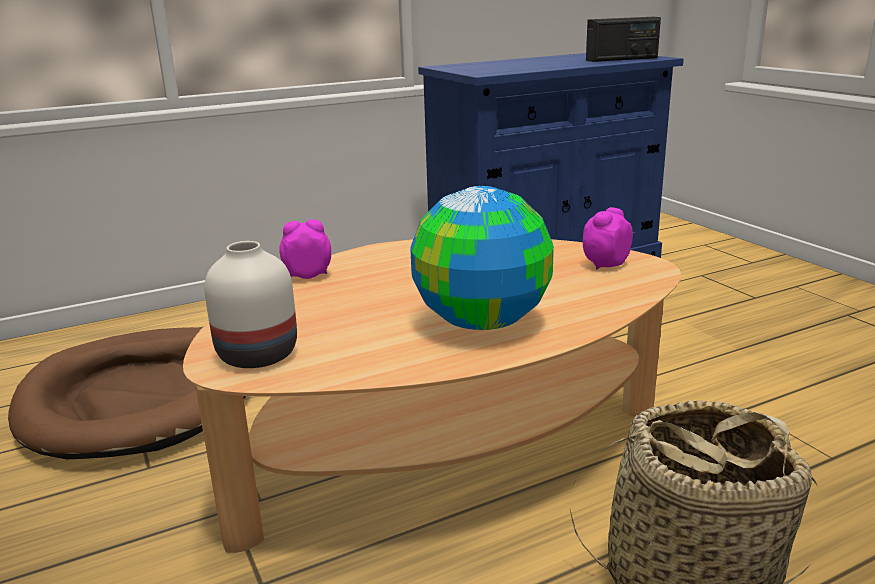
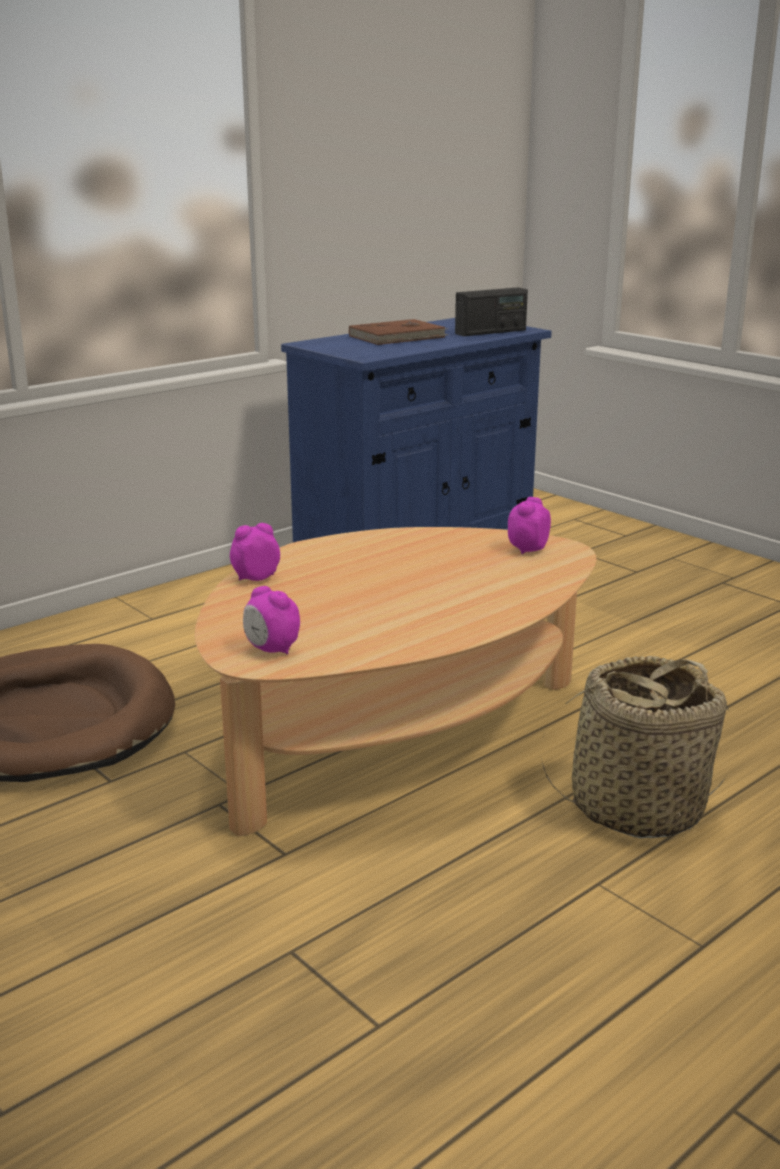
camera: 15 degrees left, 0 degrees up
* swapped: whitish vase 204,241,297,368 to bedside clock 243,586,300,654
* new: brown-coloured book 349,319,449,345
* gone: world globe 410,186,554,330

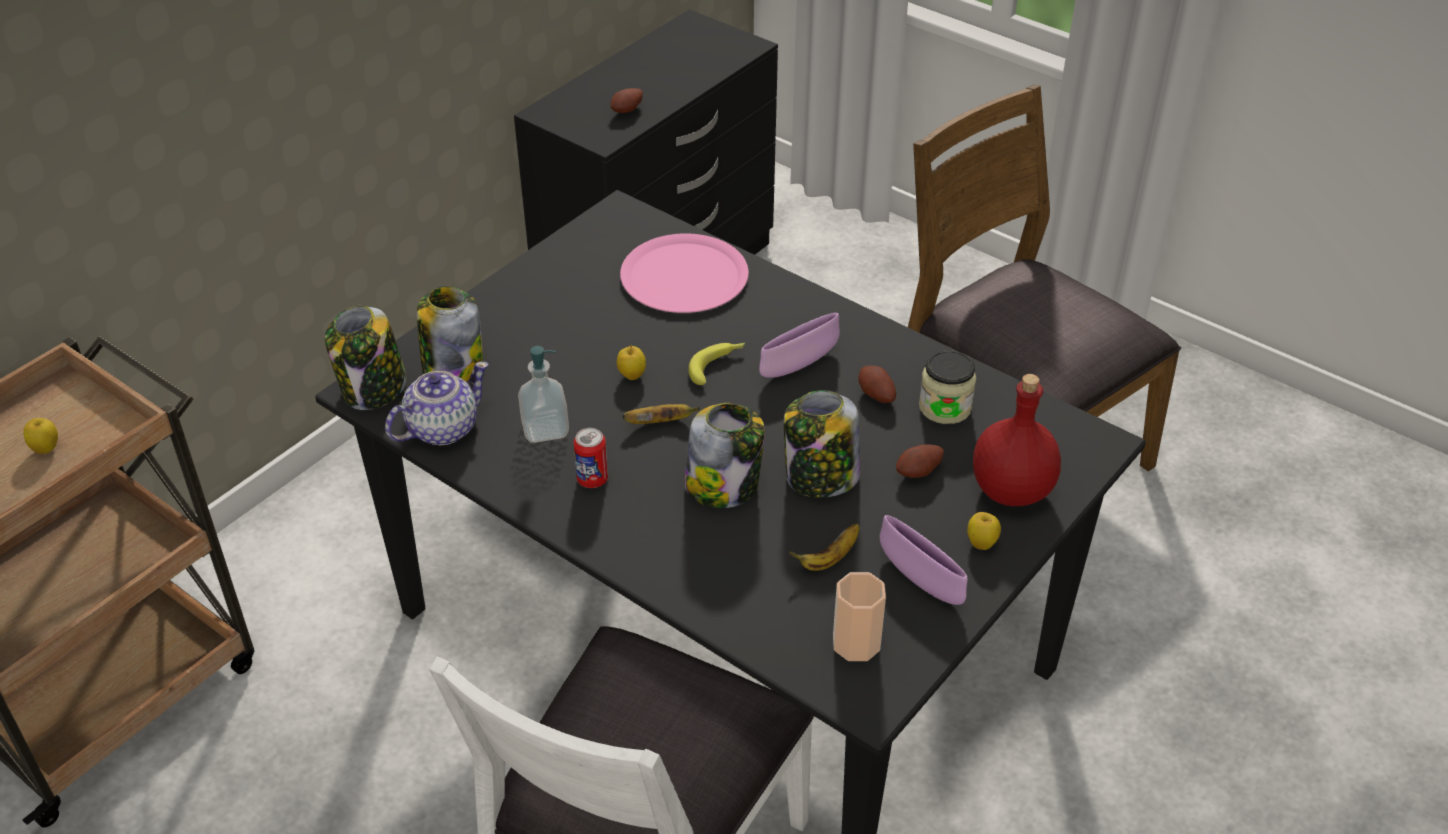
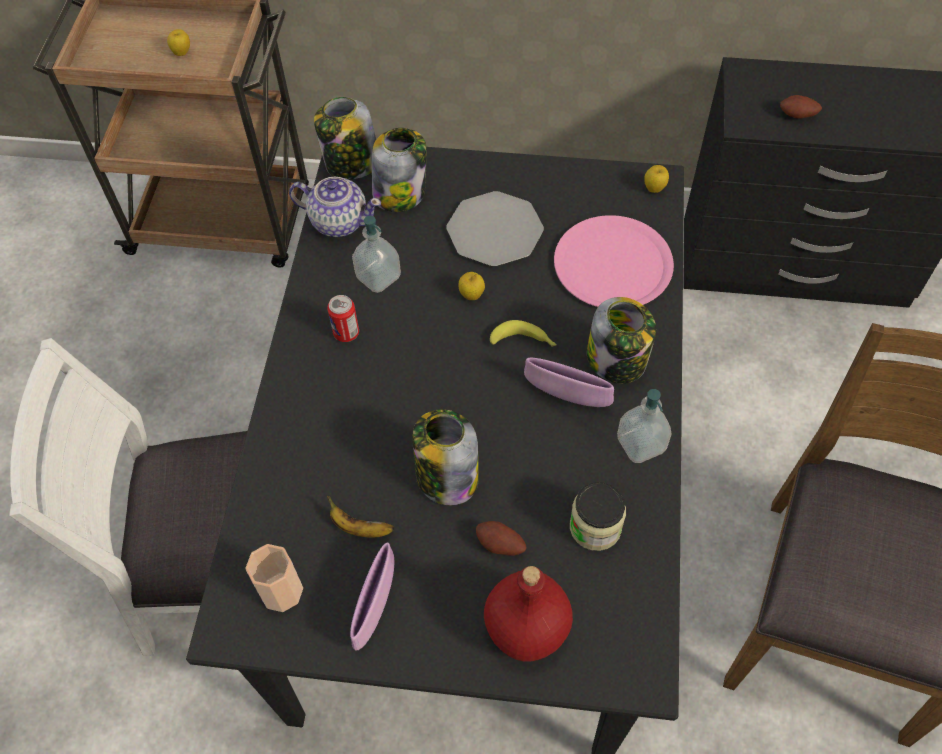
camera: 60 degrees right, 15 degrees up
* new: flat dish 446,191,544,267
* shifted: preserve jar 685,403,765,508 to 587,297,656,384
* new: soap dispenser 617,389,672,463
* shifted: whole apple 967,512,1001,550 to 644,165,669,193
* gone: banana 622,404,700,424
* gone: whole potato 858,365,896,403

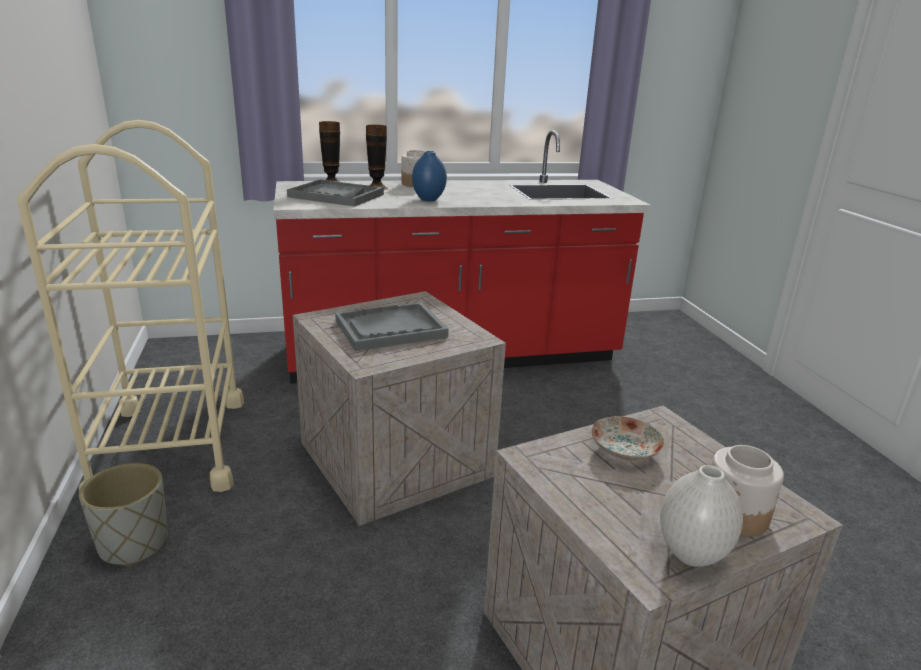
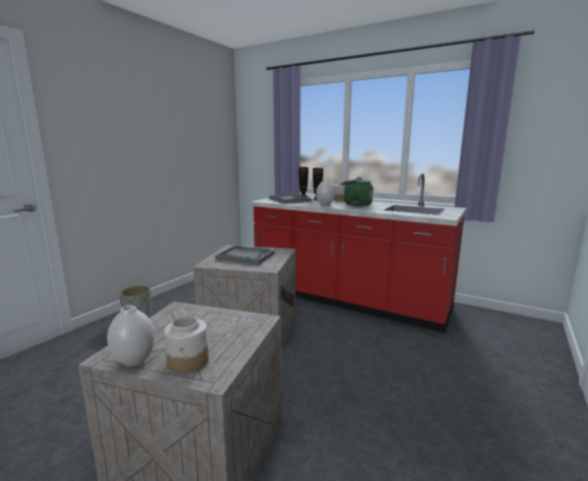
camera: 45 degrees right, 10 degrees down
* repainted: blue-coloured vase 412,151,447,201 to whitish vase 316,179,335,206
* new: green-coloured tea kettle 341,177,373,206
* gone: beige trolley 17,120,244,492
* gone: flat dish 591,416,664,461

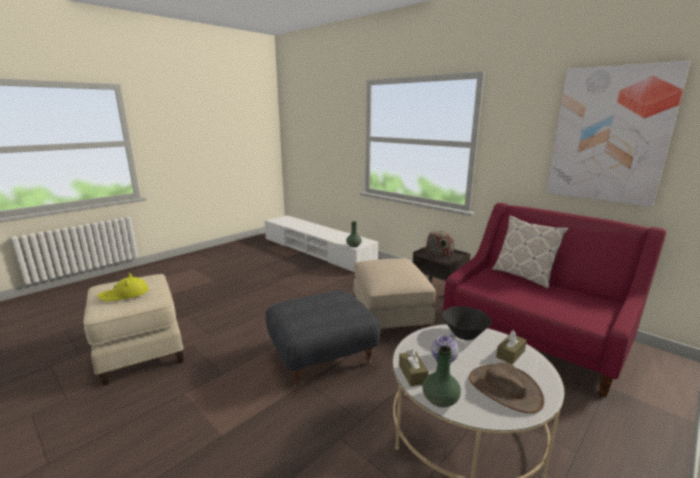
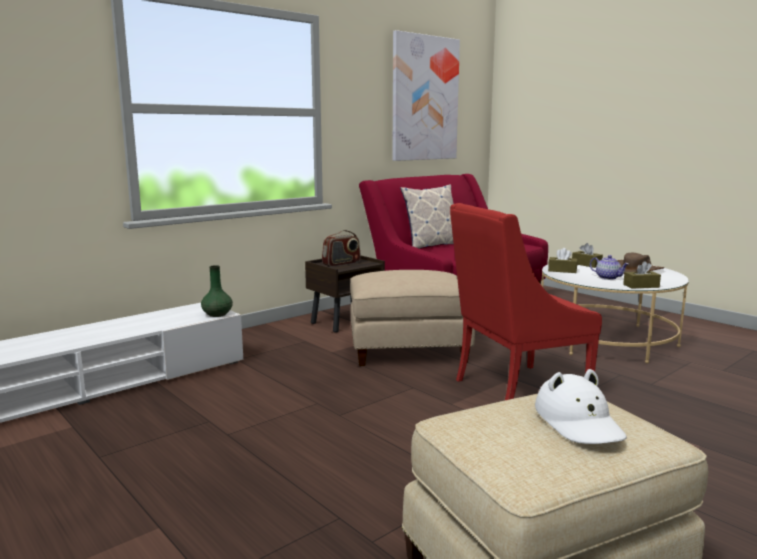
camera: 85 degrees left, 5 degrees down
* swapped: gray ottoman 266,290,381,388 to red armchair 450,203,602,400
* repainted: yellowish wearable hat 98,273,149,301 to whitish wearable hat 535,369,627,444
* swapped: blackish deep dish 442,306,491,340 to brown-coloured box of tissues 548,248,578,273
* gone: green-coloured vase 422,346,461,407

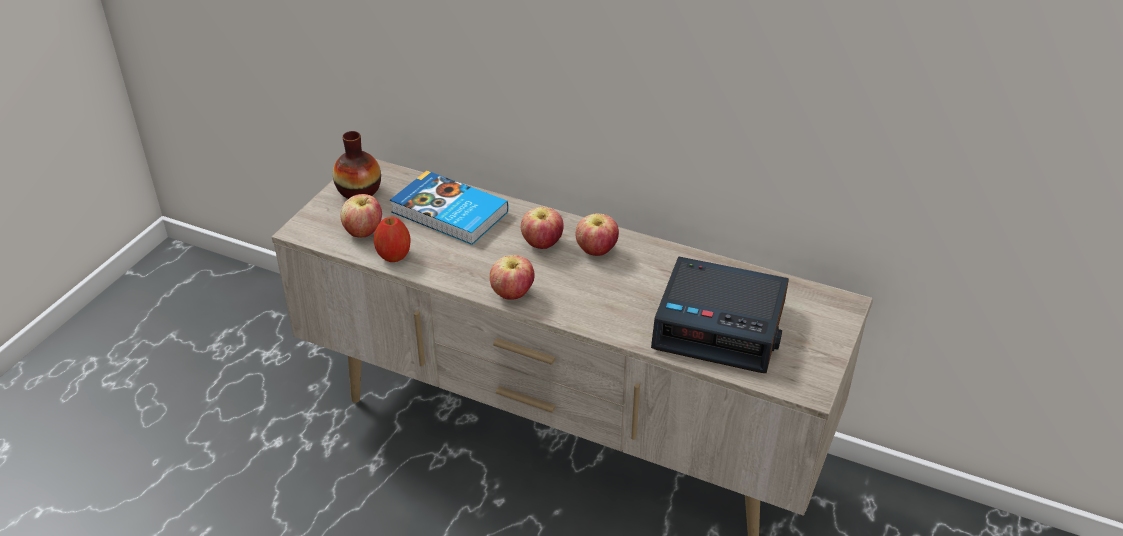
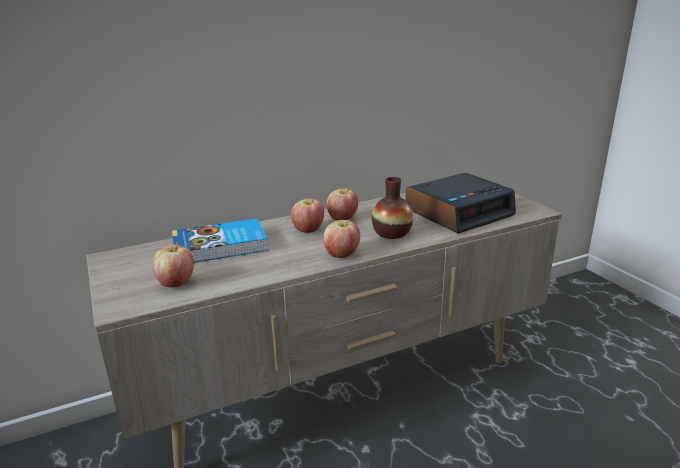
camera: 50 degrees left, 15 degrees down
* shifted: vase 333,131,381,199 to 372,177,413,239
* gone: whole apple 374,217,411,262

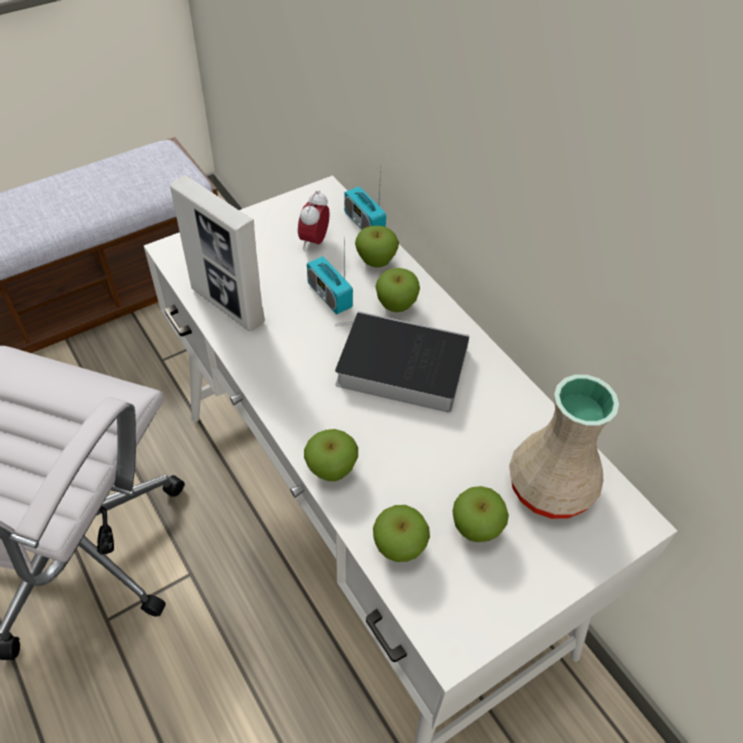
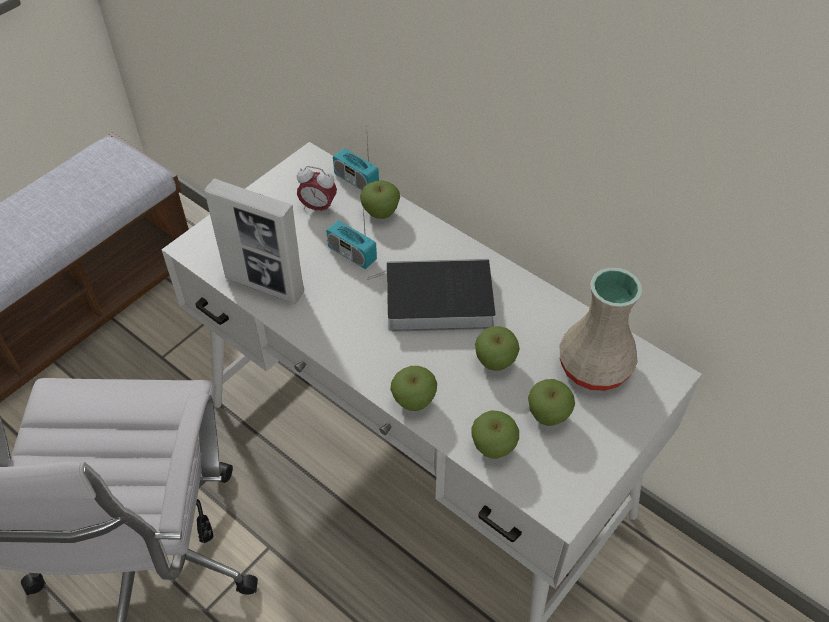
camera: 15 degrees left, 0 degrees up
* rotated: bedside clock 298,190,330,249 = 297,166,337,215 75 degrees counterclockwise
* shifted: whole apple 375,268,420,312 to 475,326,520,371

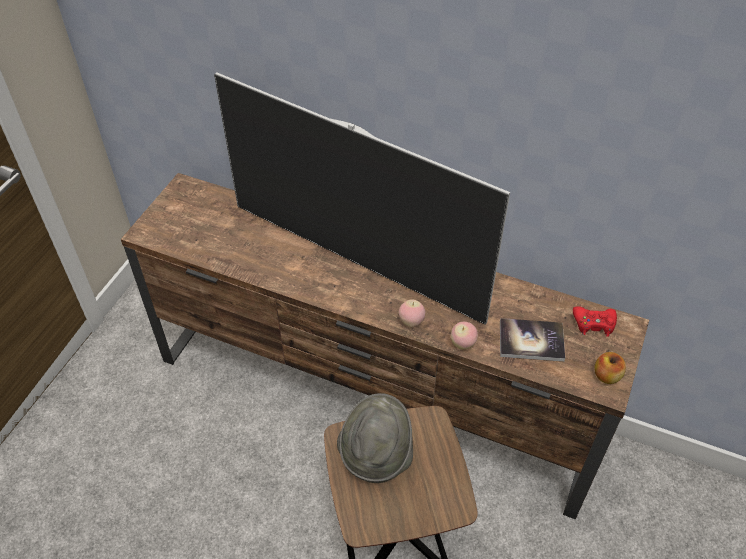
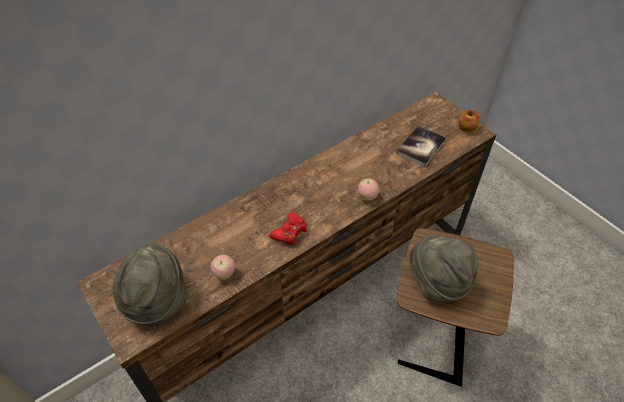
camera: 60 degrees left, 0 degrees up
* new: gray wearable hat 113,244,185,326
* shifted: whole apple 451,322,478,350 to 211,255,235,280
* shifted: red joypad 573,306,617,337 to 269,212,307,245
* gone: TV set 214,73,510,325

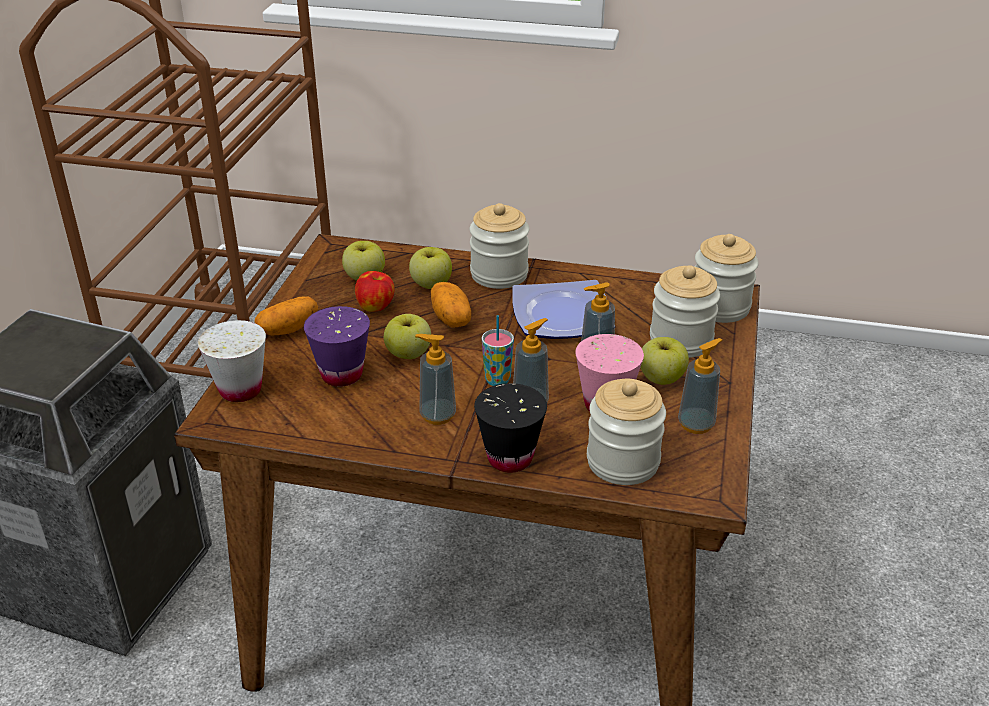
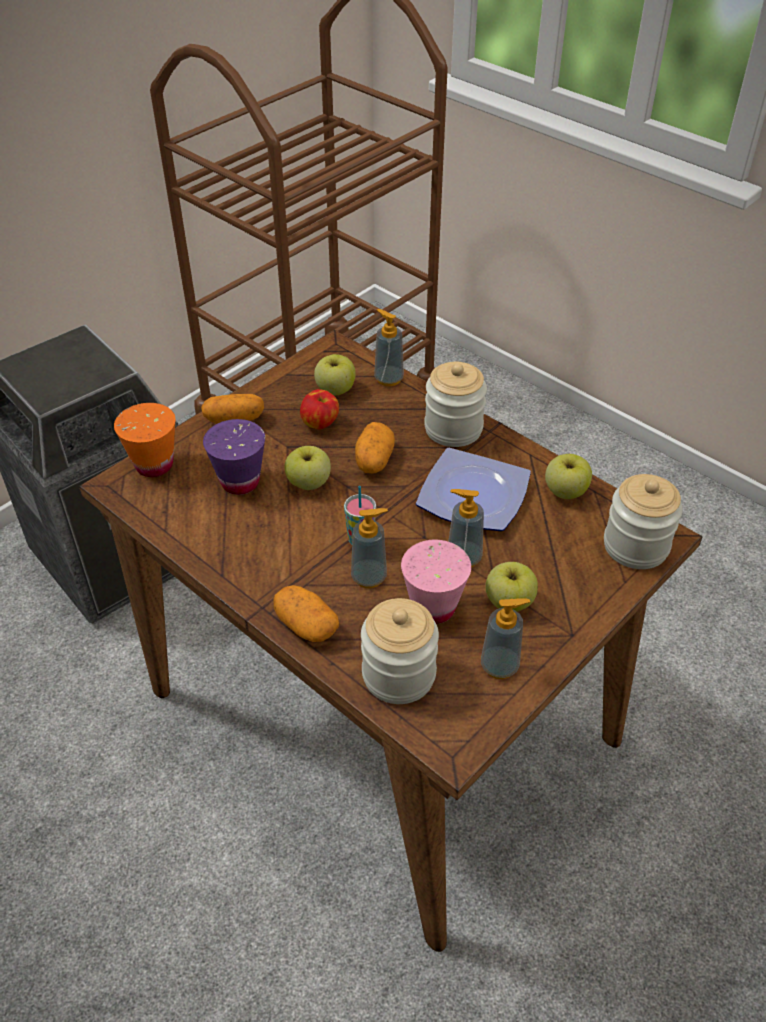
camera: 30 degrees right, 10 degrees up
* repainted: whitish drinking cup 198,320,266,402 to orangey drinking cup 114,403,176,477
* swapped: blackish drinking cup 474,383,547,473 to whole potato 273,585,339,642
* shifted: soap dispenser 415,334,456,425 to 374,309,404,386
* shifted: whole apple 409,247,452,289 to 545,454,592,499
* gone: preserve jar 650,265,720,358

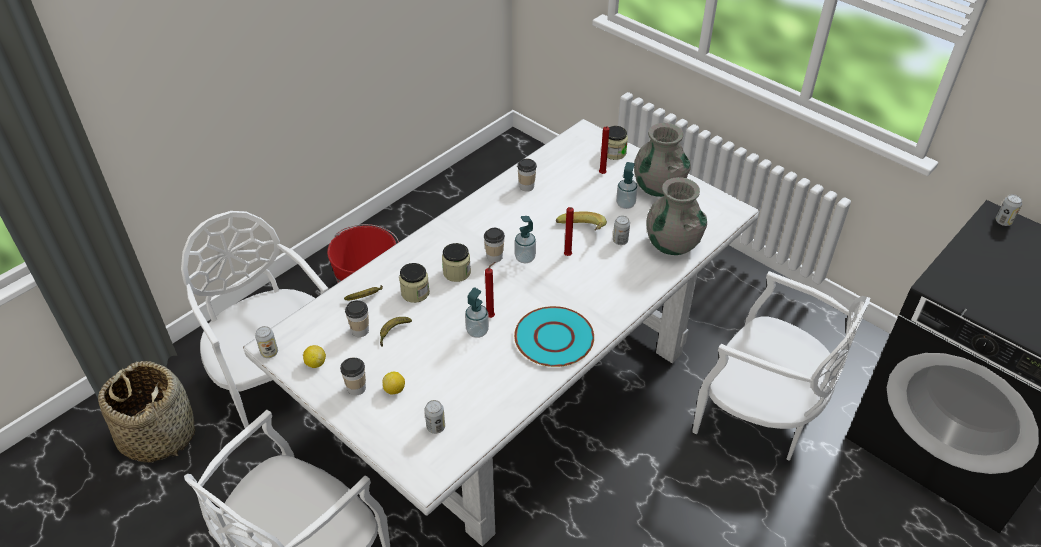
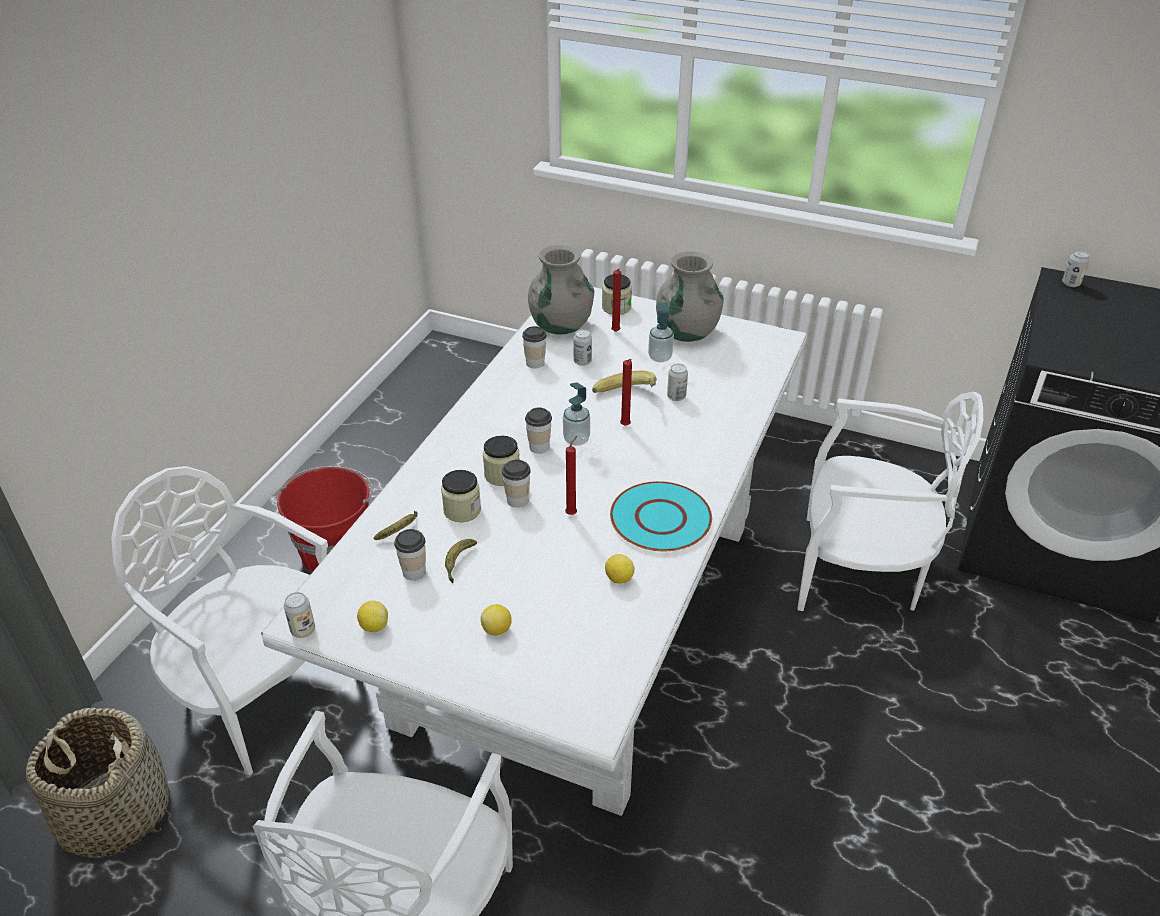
camera: 20 degrees left, 5 degrees down
* shifted: drinking cup 340,358,366,396 to 502,459,531,508
* shifted: gray vase 646,177,707,255 to 528,245,594,335
* shifted: can 424,400,445,434 to 574,329,592,366
* new: lemon 605,554,635,584
* gone: soap dispenser 465,287,489,338

